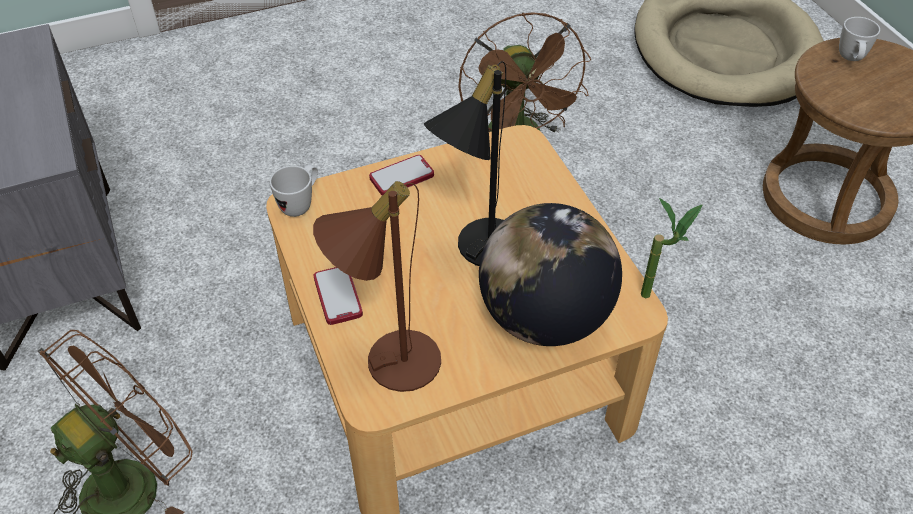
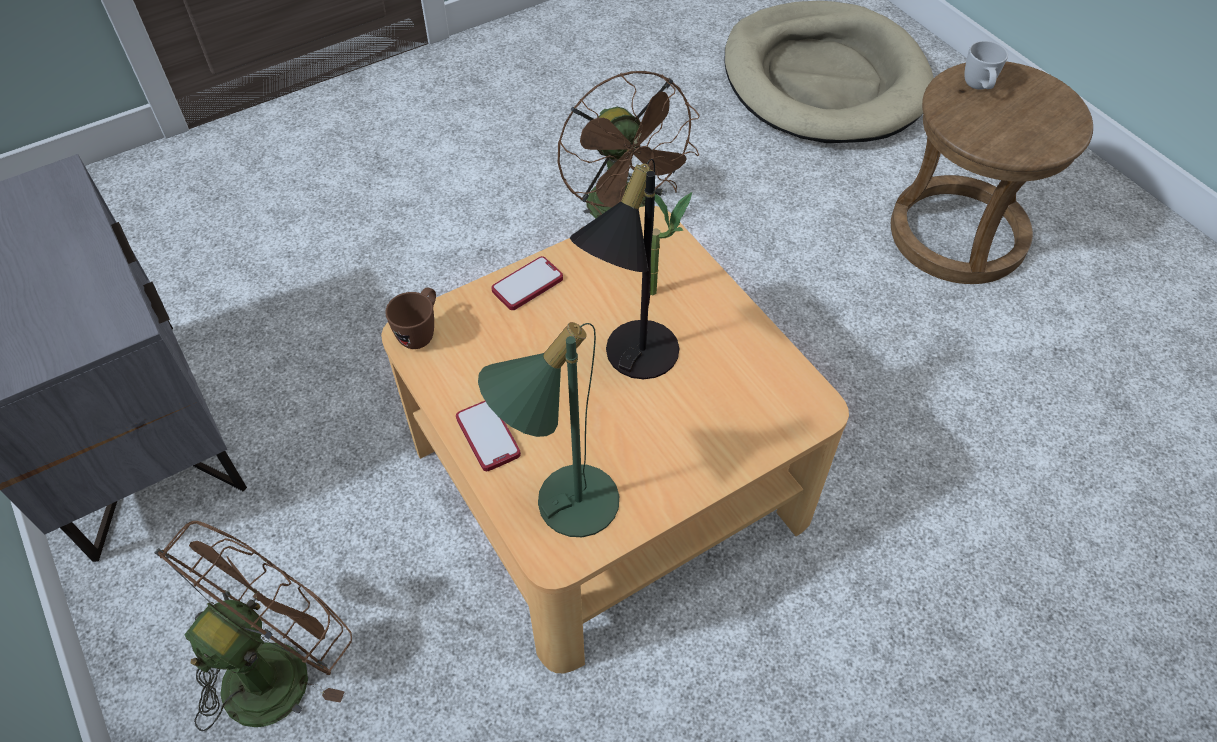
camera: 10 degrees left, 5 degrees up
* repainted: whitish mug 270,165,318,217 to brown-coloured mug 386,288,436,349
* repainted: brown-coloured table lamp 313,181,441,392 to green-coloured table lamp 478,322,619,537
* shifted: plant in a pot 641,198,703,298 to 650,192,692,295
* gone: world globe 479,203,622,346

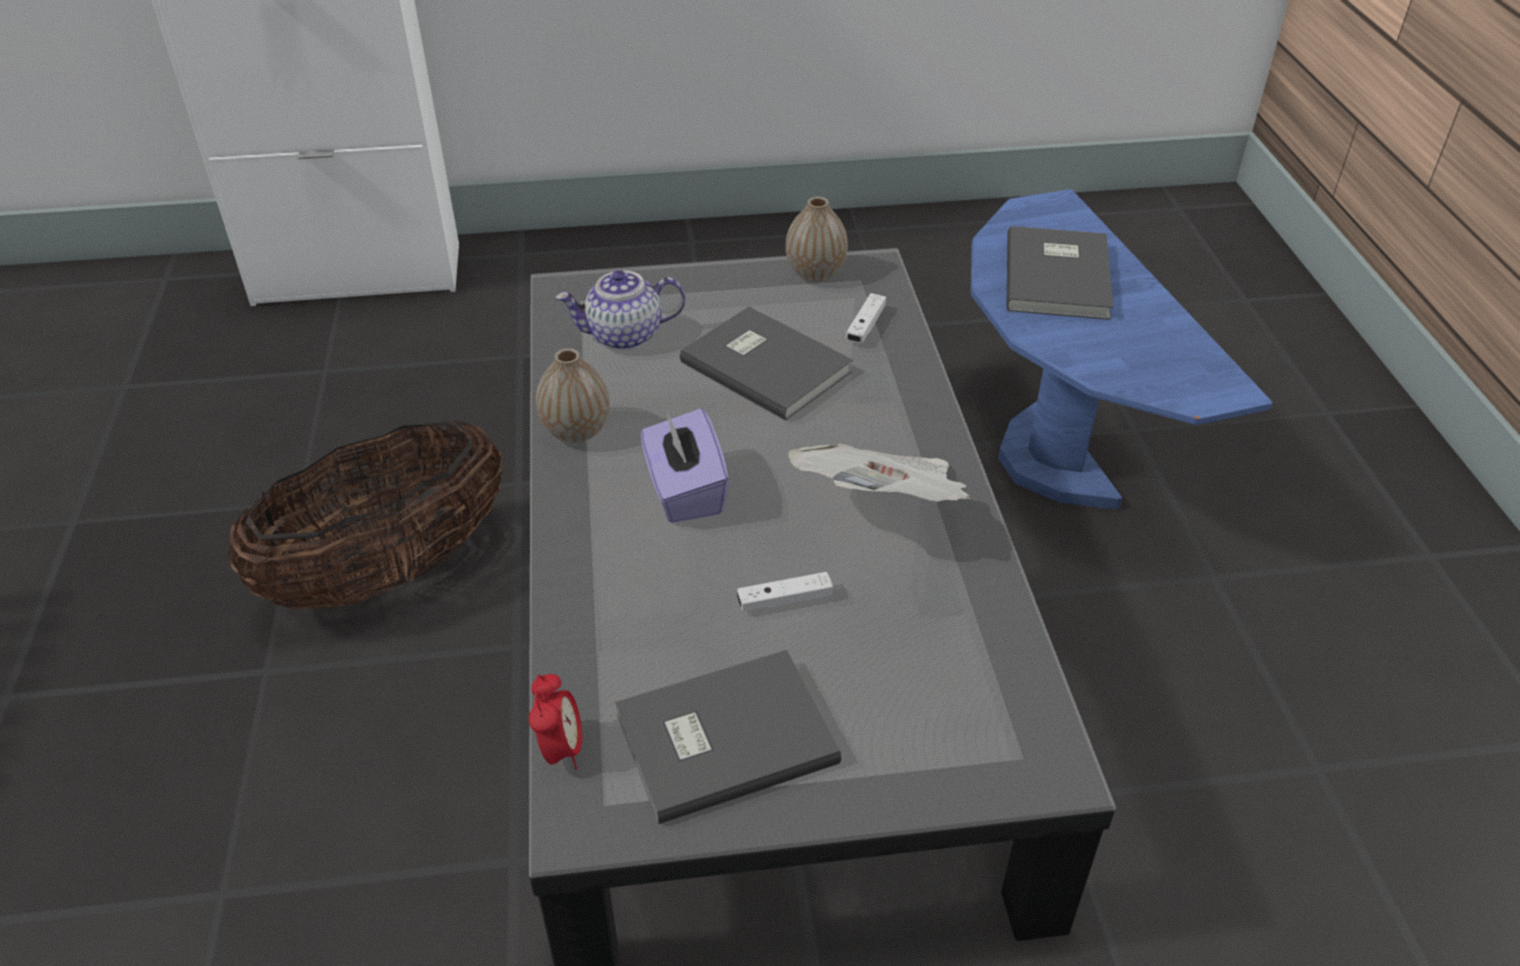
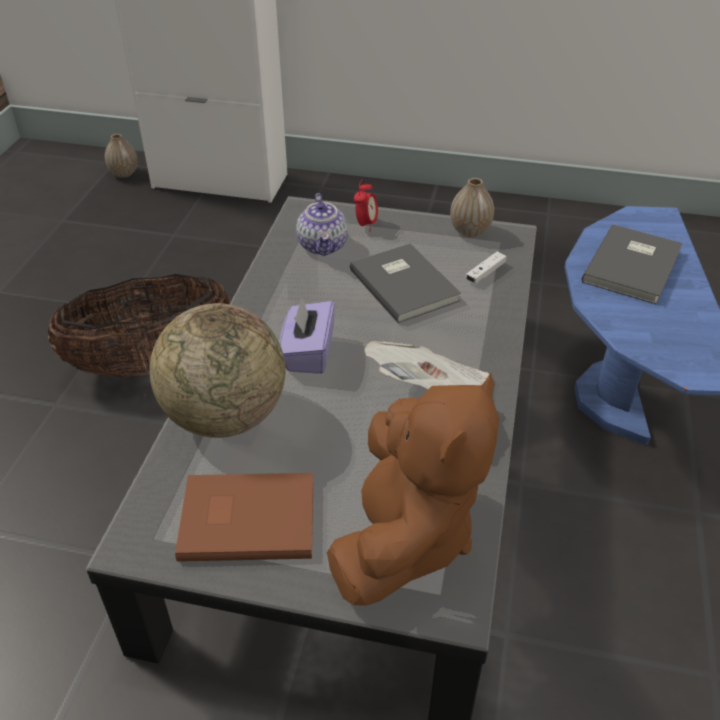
camera: 20 degrees right, 0 degrees up
* shifted: vase 536,348,610,443 to 105,134,138,178
* new: world globe 150,303,285,438
* repainted: gray book 615,650,841,824 to brown-coloured book 175,473,313,562
* rotated: tea pot 556,270,686,350 = 296,193,348,256 105 degrees counterclockwise
* new: brown-coloured cuddly toy 327,373,499,606
* shifted: bedside clock 529,674,582,770 to 354,180,378,231
* gone: whitish joypad 737,572,833,611

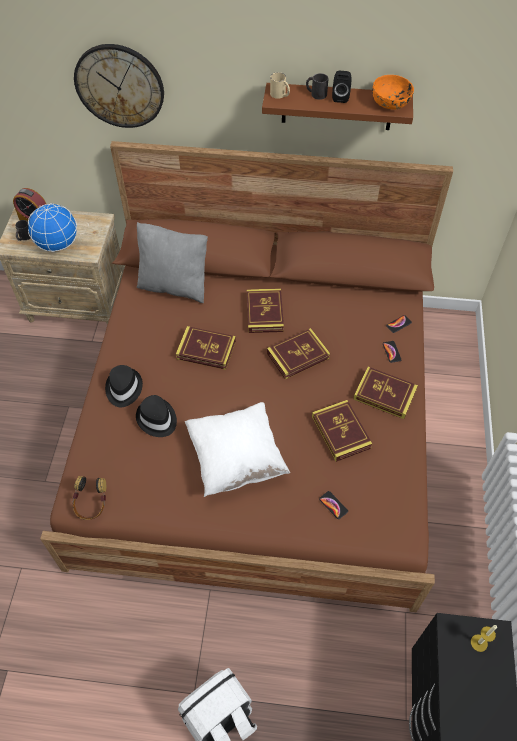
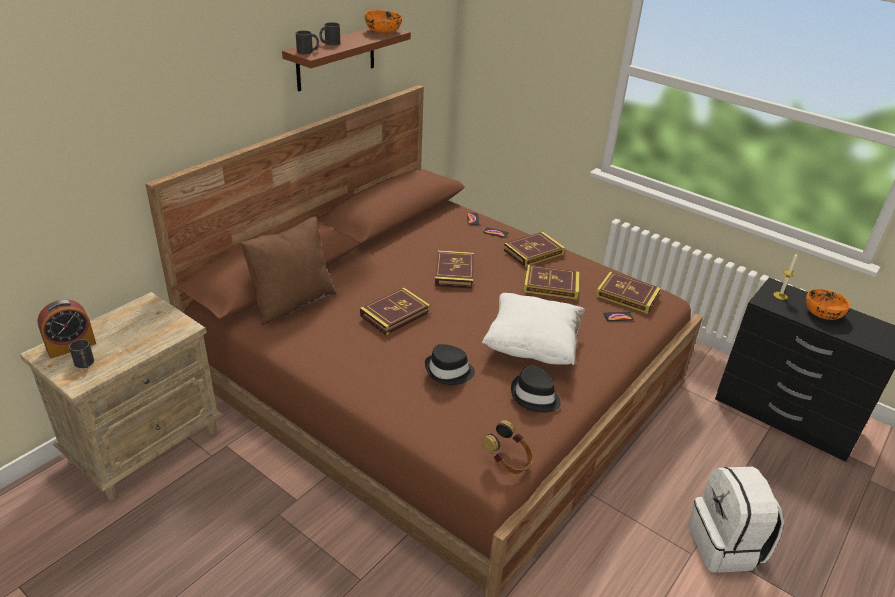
camera: 60 degrees left, 20 degrees down
* repainted: gray throw pillow 137,222,208,303 to brown-coloured throw pillow 240,217,336,325
* repainted: beige mug 270,72,290,99 to blackish mug 296,30,319,54
* shifted: blackish wearable hat 105,365,143,407 to 511,365,561,413
* shifted: book 247,288,284,333 to 596,272,661,314
* new: orangey deep dish 806,289,850,320
* gone: world globe 28,203,77,252
* gone: wall clock 74,44,164,128
* gone: blackish speaker 332,71,351,103

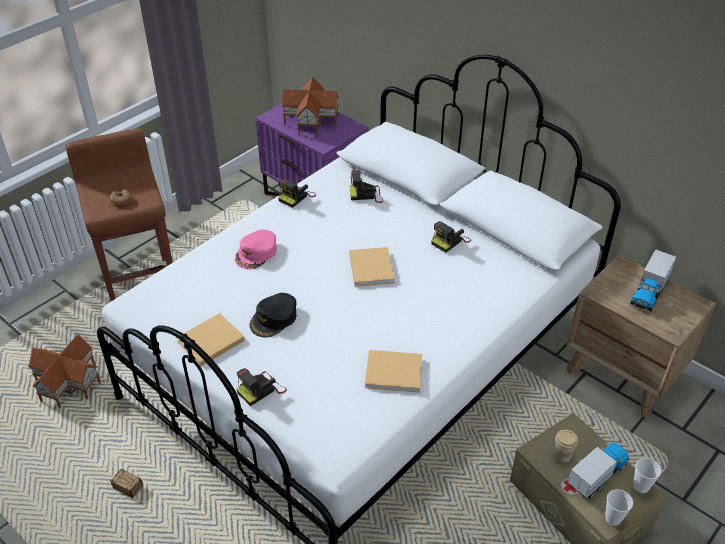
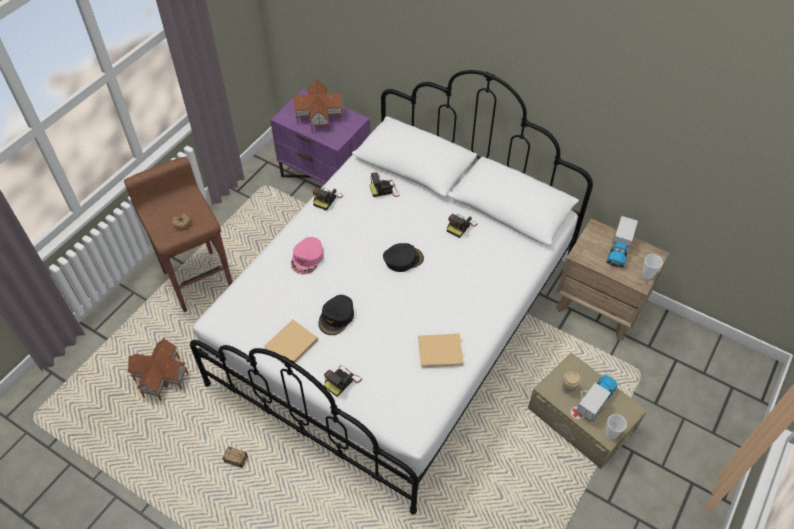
camera: 10 degrees left, 10 degrees up
* swapped: beige book 349,247,395,287 to blackish baseball cap 383,243,424,272
* shifted: drinking cup 634,458,661,493 to 643,254,663,279

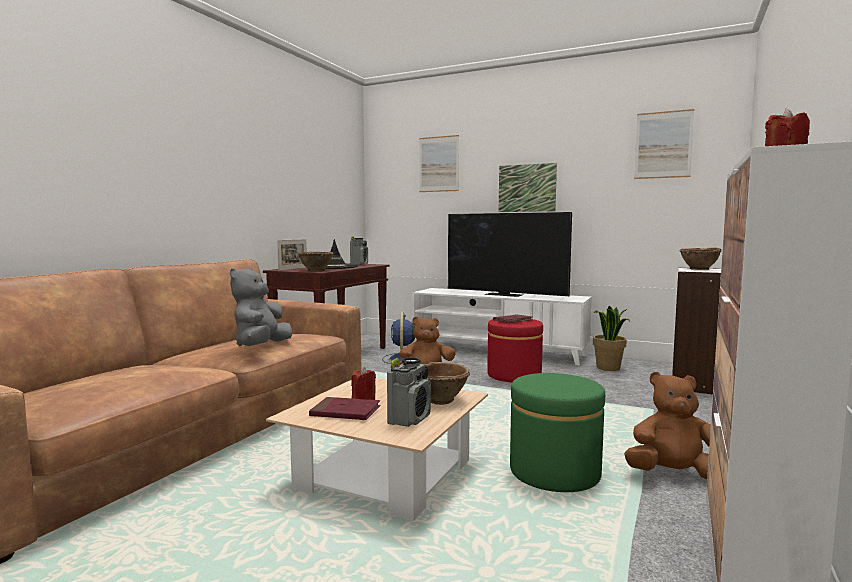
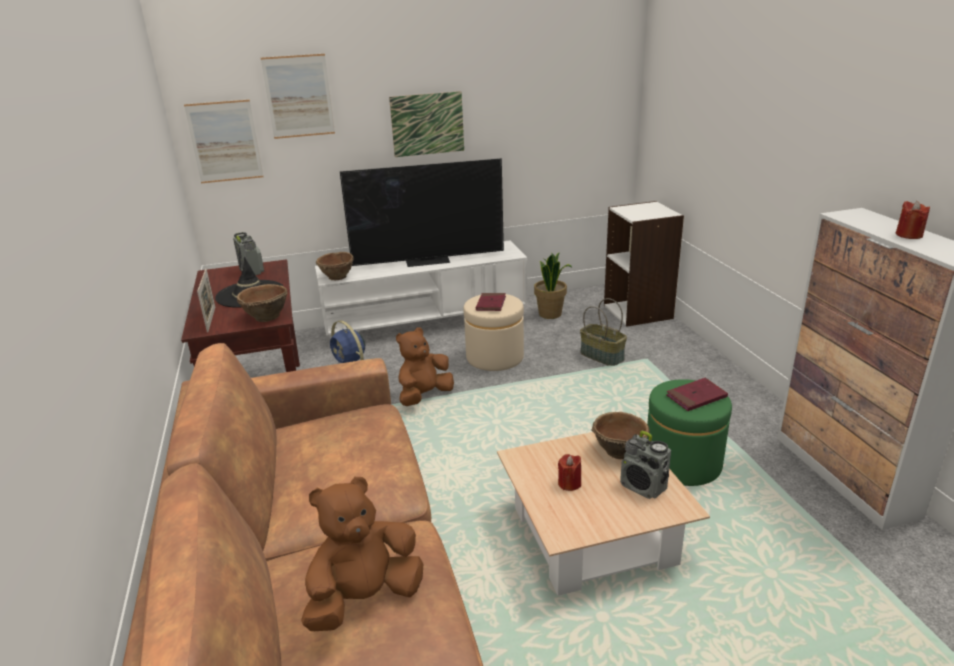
camera: 40 degrees left, 20 degrees up
* shifted: picture 634,109,694,179 to 184,99,263,183
* shifted: brown-coloured cuddly toy 624,372,711,479 to 301,477,423,631
* shifted: brown-coloured deep dish 679,247,722,270 to 316,252,354,280
* repainted: red ottoman 487,319,543,382 to beige ottoman 463,294,524,371
* new: storage basket 580,298,627,366
* rotated: radio receiver 387,357,431,427 = 620,431,671,499 150 degrees clockwise
* shifted: red book 309,397,381,420 to 666,378,728,411
* gone: gray cuddly toy 230,268,292,346

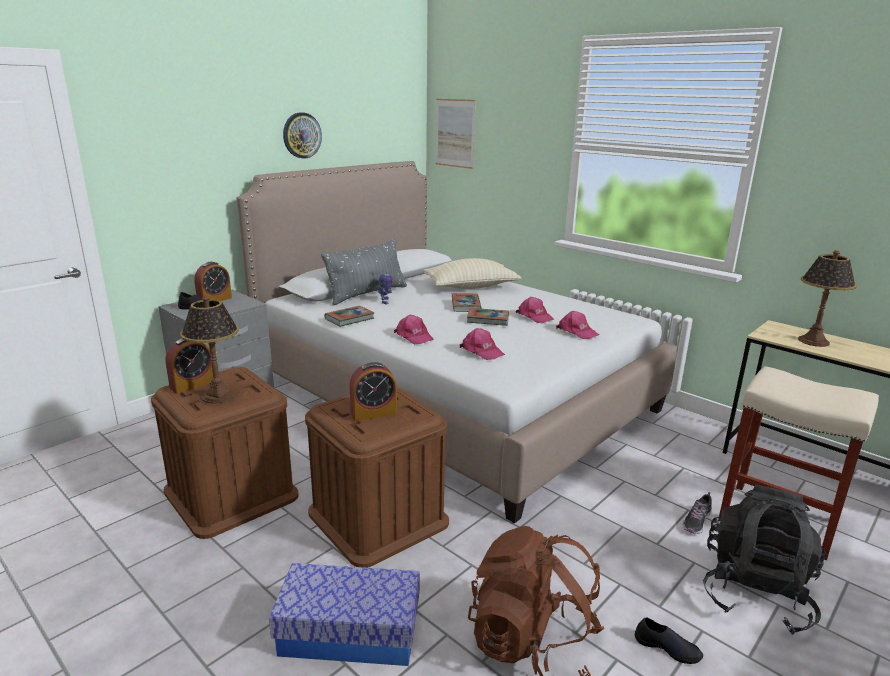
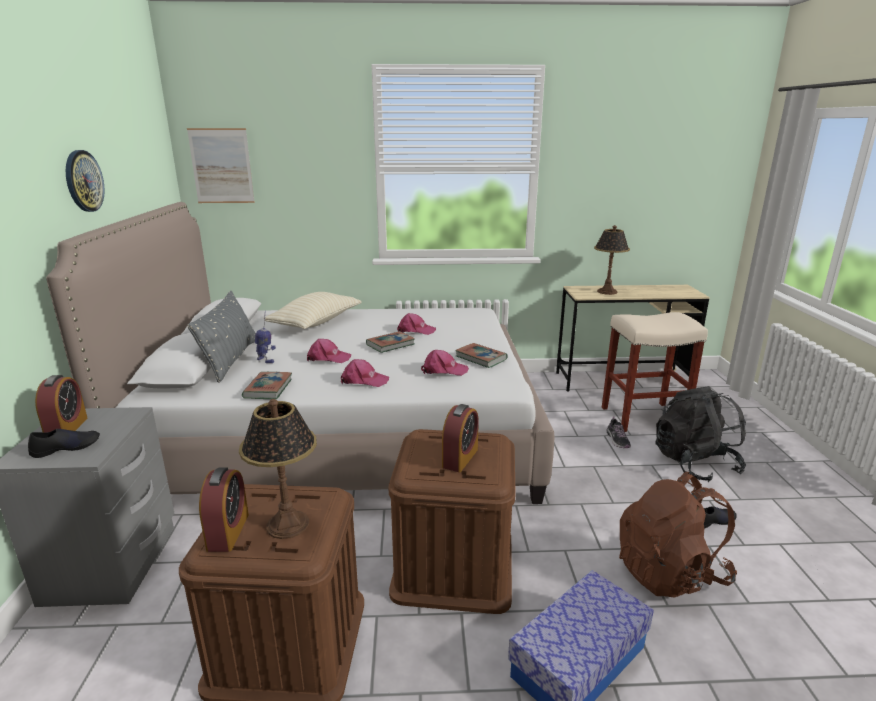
camera: 45 degrees left, 0 degrees up
* shifted: pinkish baseball cap 556,311,599,339 to 307,339,352,363
* shifted: book 452,293,482,312 to 455,343,507,368

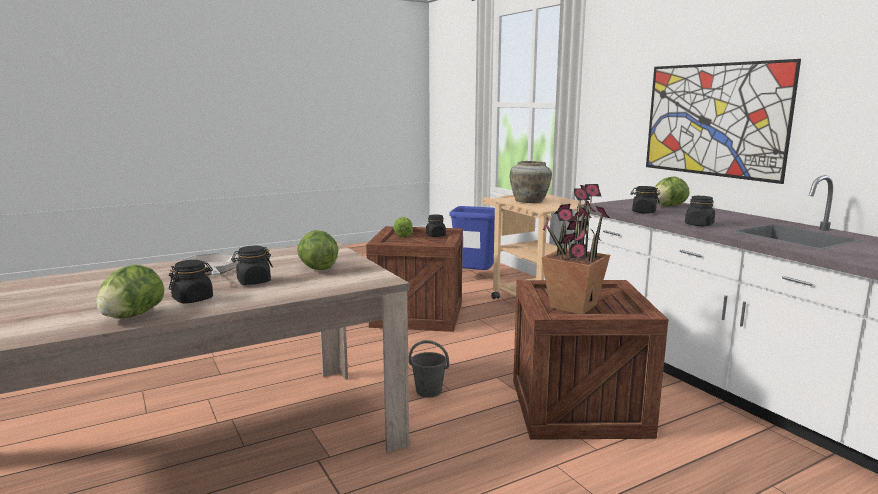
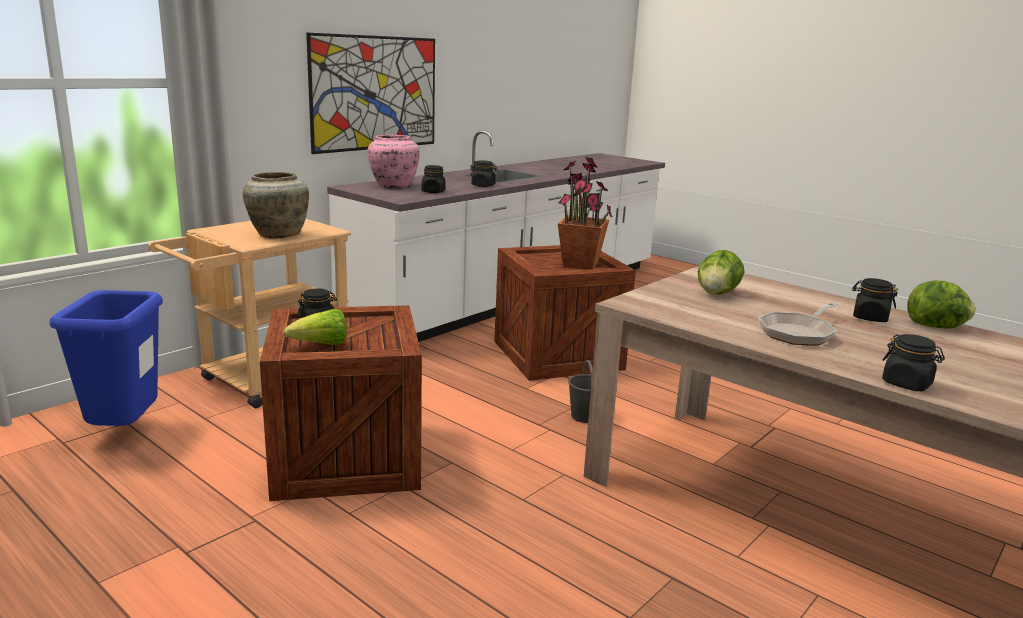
camera: 110 degrees left, 5 degrees up
* swapped: lettuce 655,176,690,206 to pinkish vase 368,135,420,188
* shifted: blackish preserve jar 231,246,273,285 to 882,334,945,391

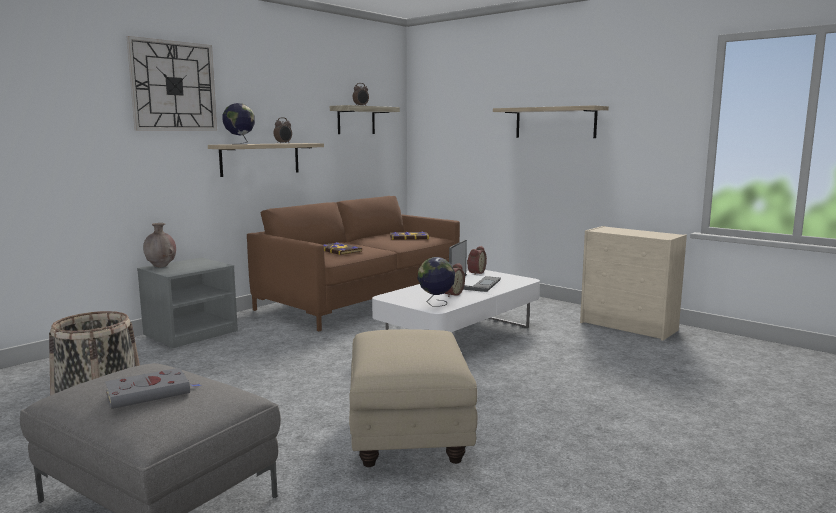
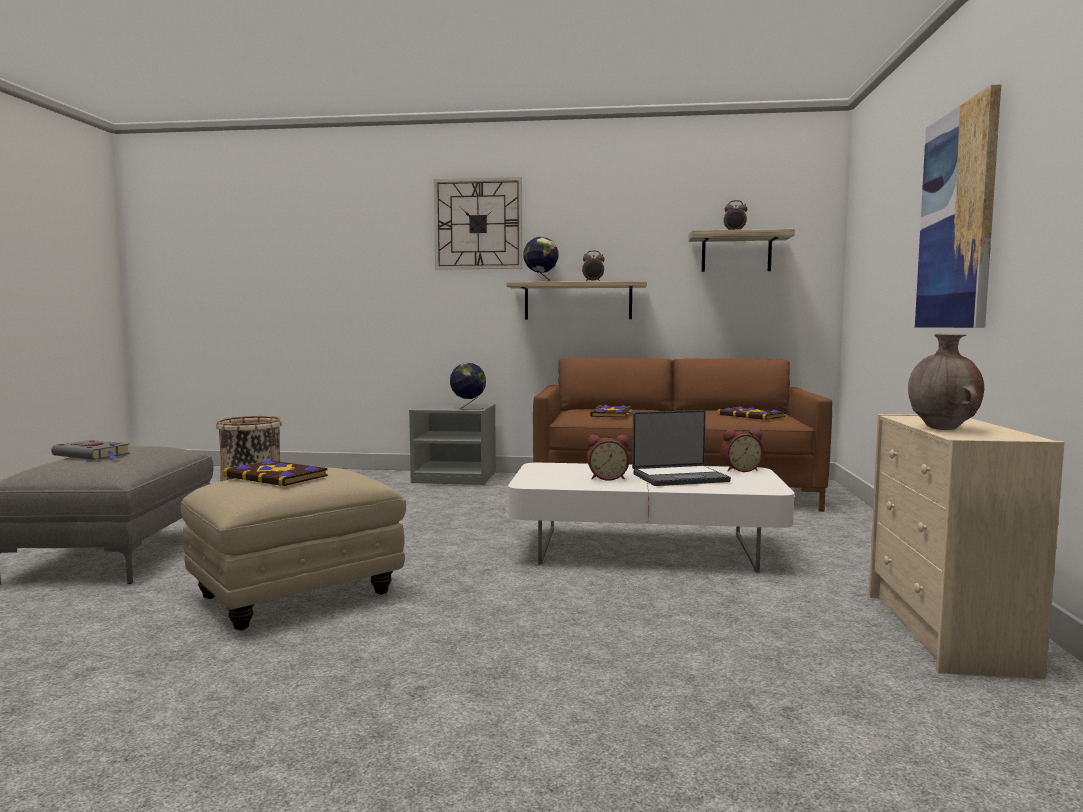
camera: 55 degrees right, 5 degrees down
* new: book 223,460,328,486
* shifted: world globe 417,257,455,307 to 450,363,486,410
* shifted: brown-coloured vase 143,223,176,267 to 908,334,984,430
* swapped: shelf 493,105,609,138 to picture 915,84,1001,328

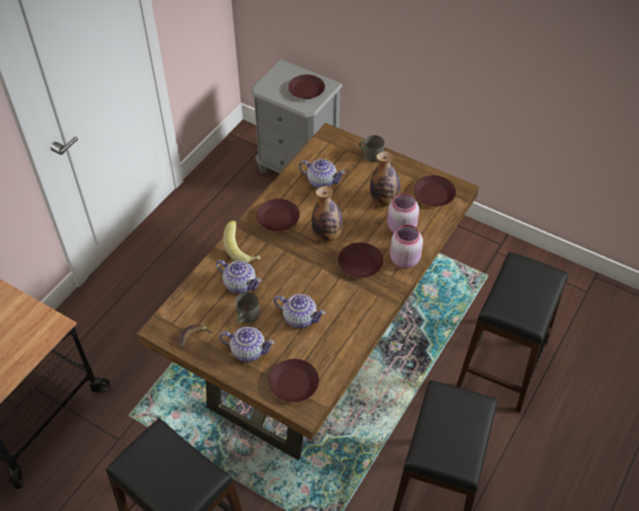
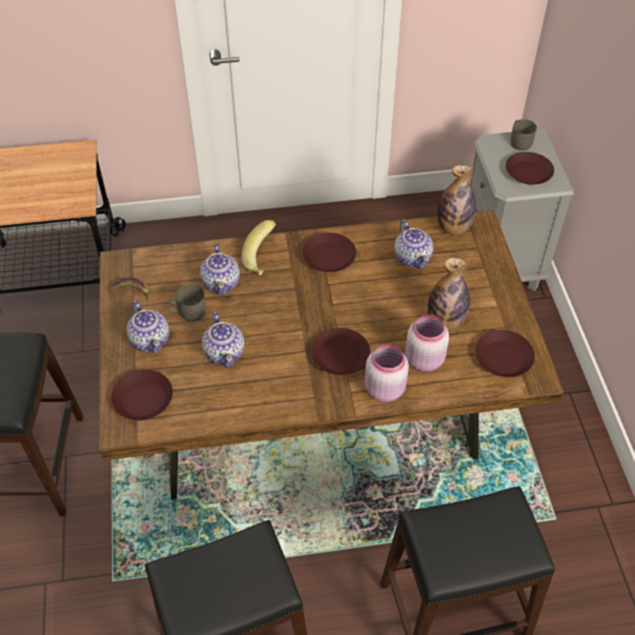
camera: 50 degrees right, 0 degrees up
* shifted: drink bottle 312,186,343,242 to 437,165,476,235
* shifted: gray mug 359,135,385,162 to 510,119,537,151

